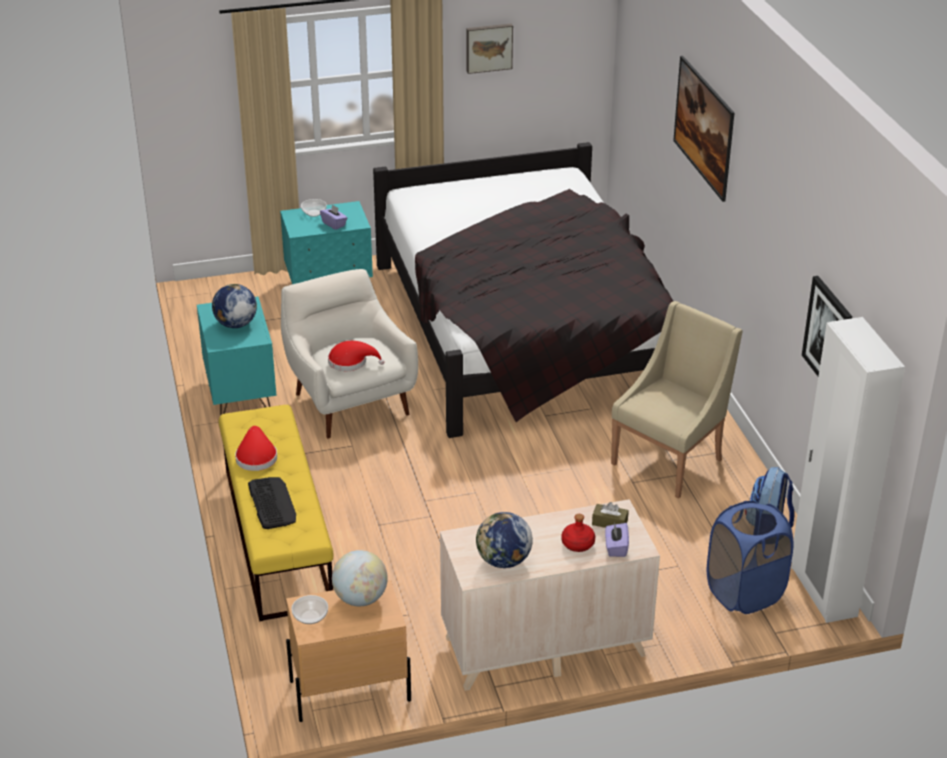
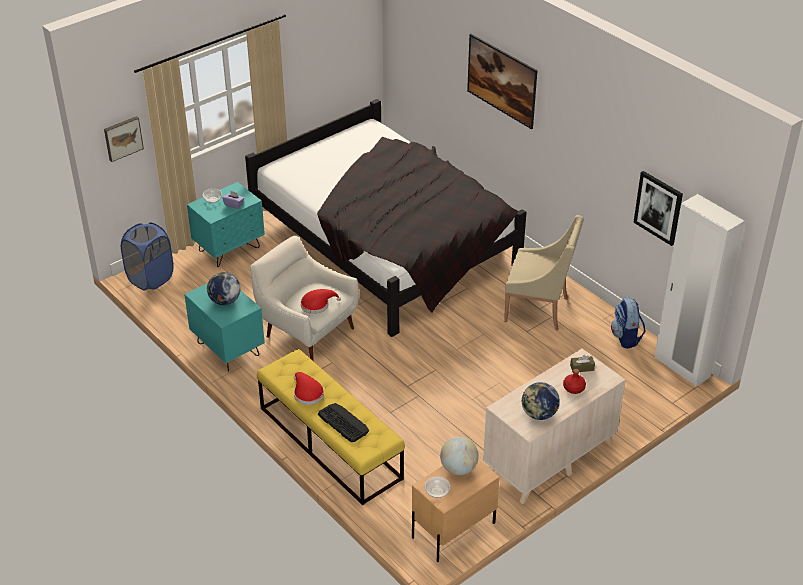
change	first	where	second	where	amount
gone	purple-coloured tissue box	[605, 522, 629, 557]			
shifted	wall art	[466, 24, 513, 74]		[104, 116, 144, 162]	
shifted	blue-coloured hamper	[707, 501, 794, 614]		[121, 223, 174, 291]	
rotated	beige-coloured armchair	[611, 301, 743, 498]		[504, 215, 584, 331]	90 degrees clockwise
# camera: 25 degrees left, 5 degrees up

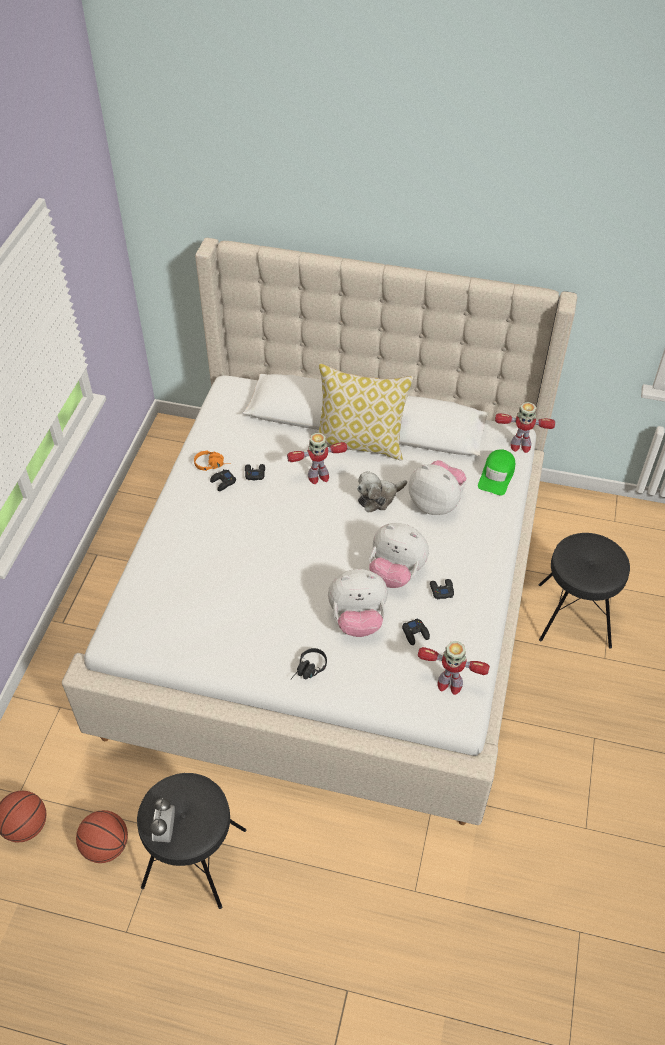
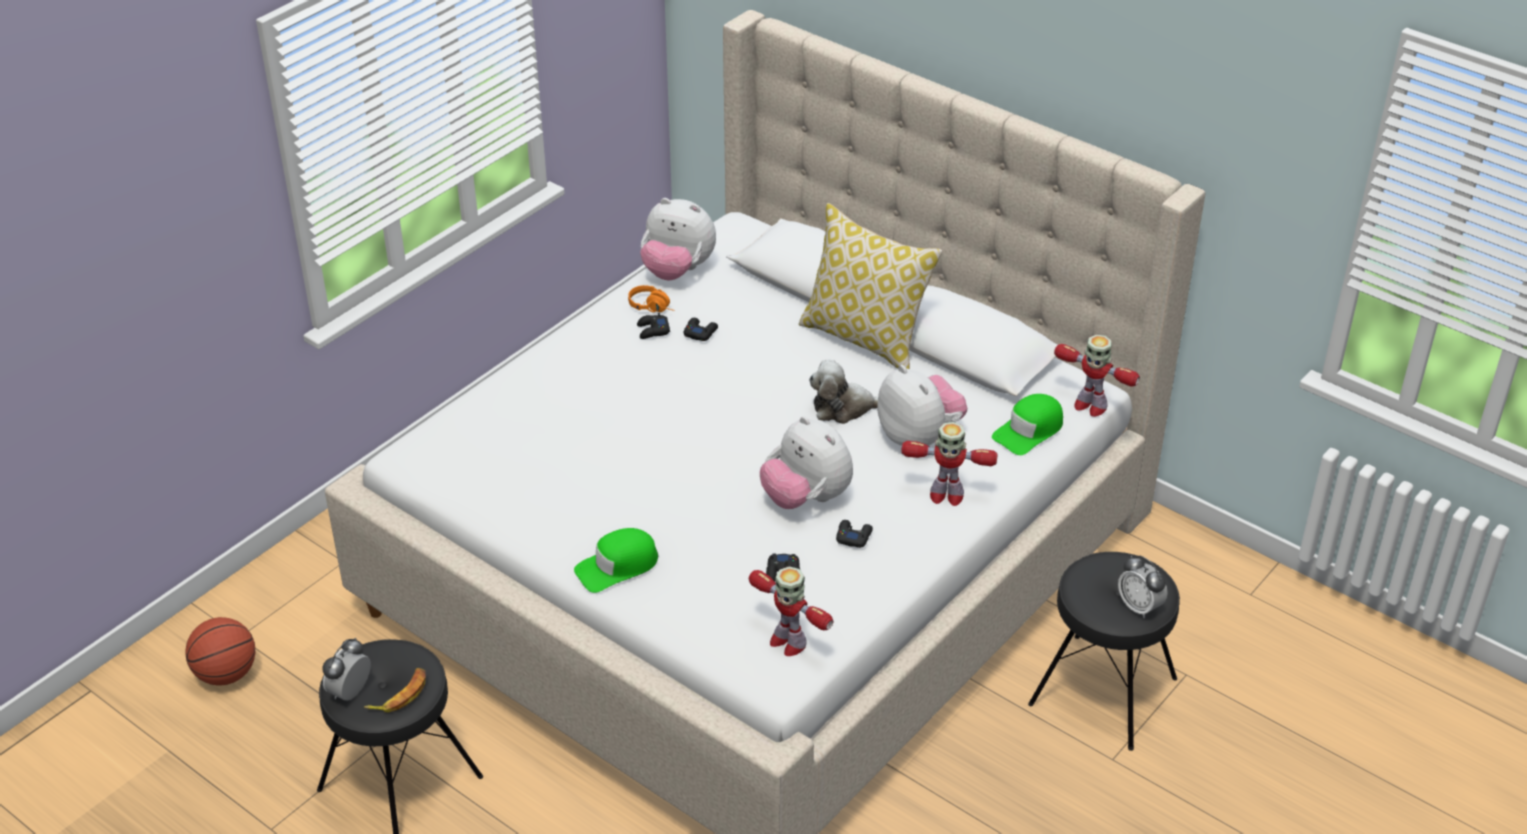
change	first	where	second	where	amount
gone	basketball	[76, 810, 128, 863]			
new			banana fruit	[364, 668, 426, 712]	
new			alarm clock	[1118, 556, 1168, 618]	
shifted	model robot	[287, 433, 347, 484]		[901, 422, 998, 506]	
shifted	plush toy	[328, 569, 388, 637]		[640, 198, 716, 280]	
swapped	black-coloured headset	[291, 648, 327, 680]	greenish baseball cap	[574, 528, 658, 593]	
# camera: 25 degrees right, 10 degrees down

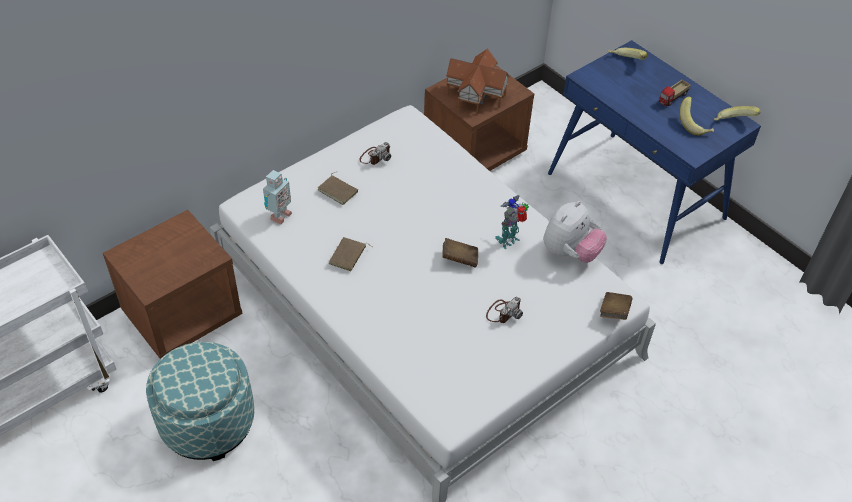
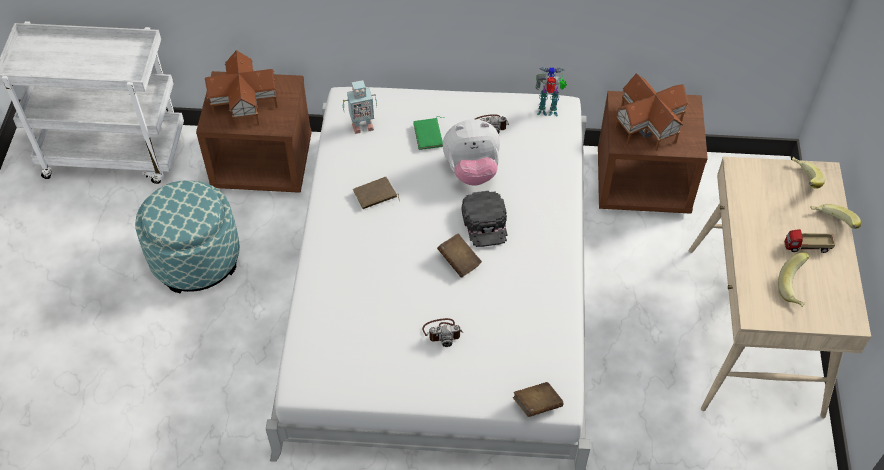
change	first	where	second	where	amount
new			model house	[205, 50, 278, 128]	
new			black-coloured baseball cap	[462, 191, 507, 247]	
shifted	model robot	[495, 195, 529, 249]		[536, 67, 567, 116]	
shifted	plush toy	[543, 201, 607, 263]		[443, 119, 500, 186]	
shifted	banana fruit	[714, 106, 761, 121]		[810, 204, 861, 229]	
repainted	brown-coloured volume	[318, 171, 358, 205]	greenish volume	[413, 116, 444, 150]	
repainted	blue-coloured desk	[548, 40, 761, 264]	beige-coloured desk	[689, 157, 871, 418]	
# camera: 45 degrees right, 5 degrees up

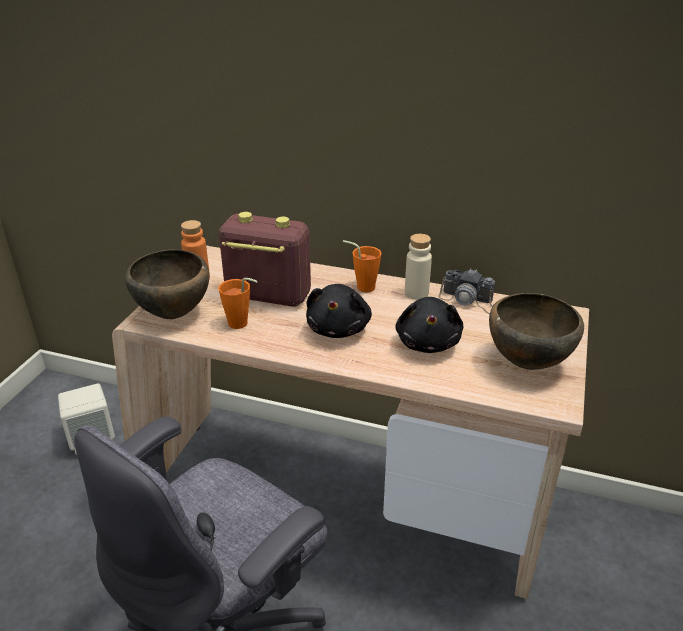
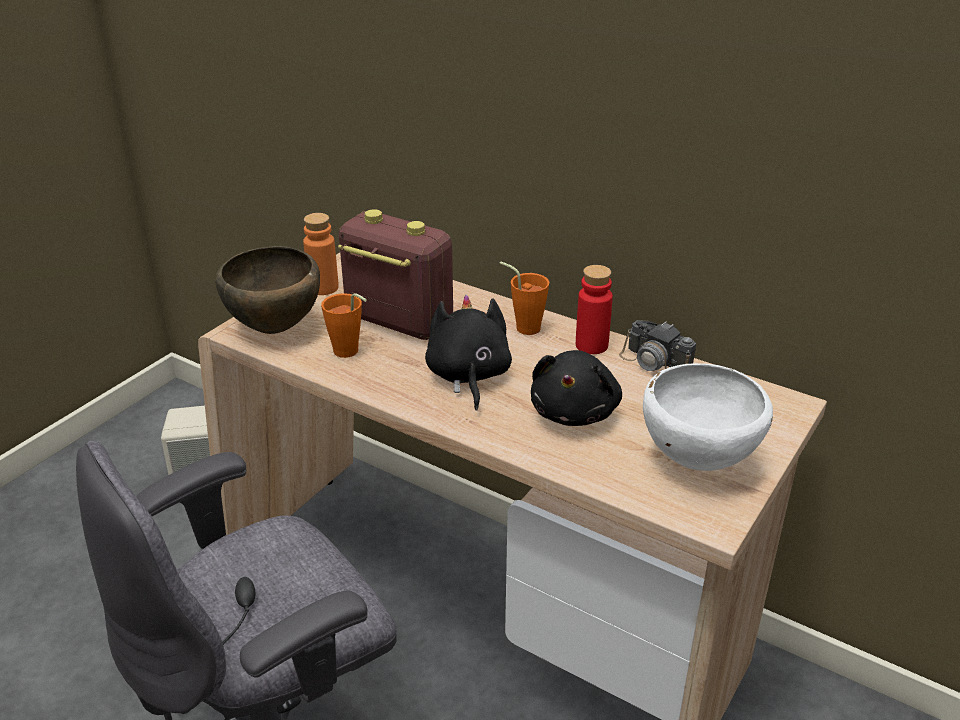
change	first	where	second	where	amount
repainted	beige-coloured bottle	[405, 234, 432, 300]	red bottle	[576, 265, 613, 354]	
repainted	brown-coloured serving bowl	[489, 293, 584, 370]	white serving bowl	[643, 363, 773, 471]	
rotated	black-coloured plush toy	[306, 284, 372, 338]		[425, 295, 512, 410]	150 degrees clockwise
# camera: 15 degrees right, 0 degrees up

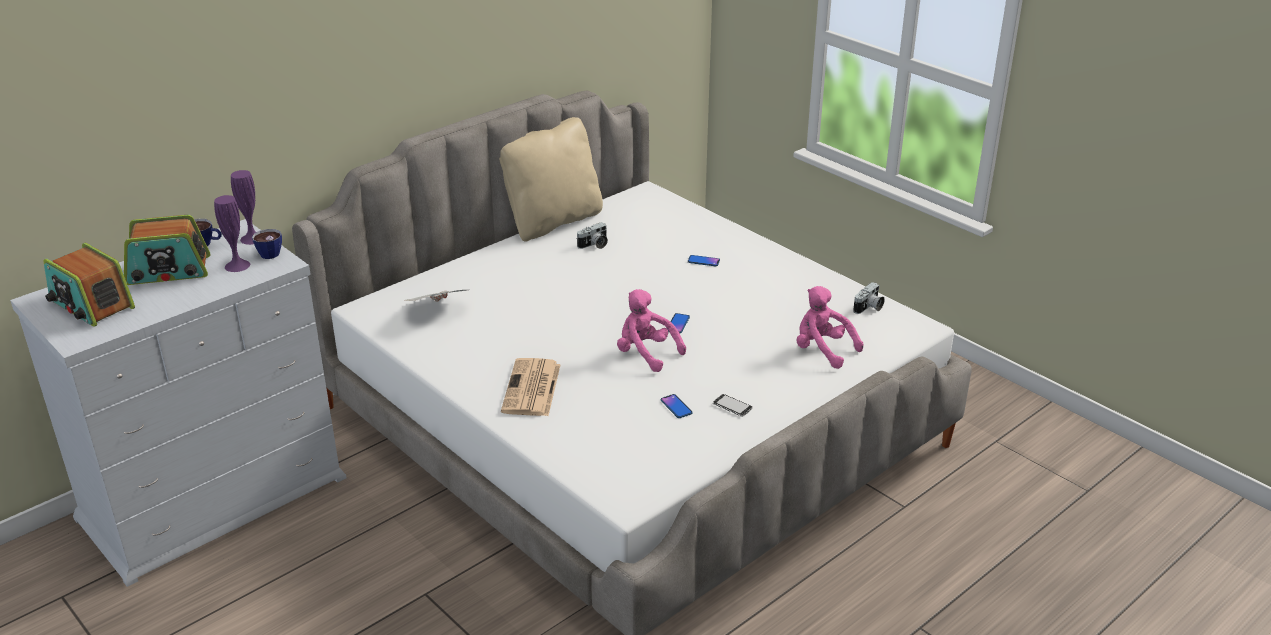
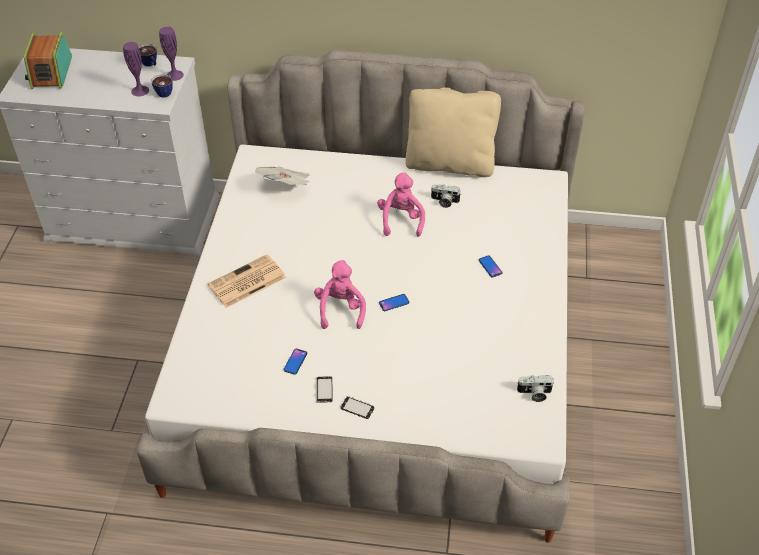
change	first	where	second	where	amount
gone	radio	[124, 215, 211, 285]			
new			phone	[341, 396, 375, 419]	
shifted	pink-coloured plush toy	[796, 286, 864, 369]		[377, 172, 425, 237]	
# camera: 50 degrees right, 15 degrees up

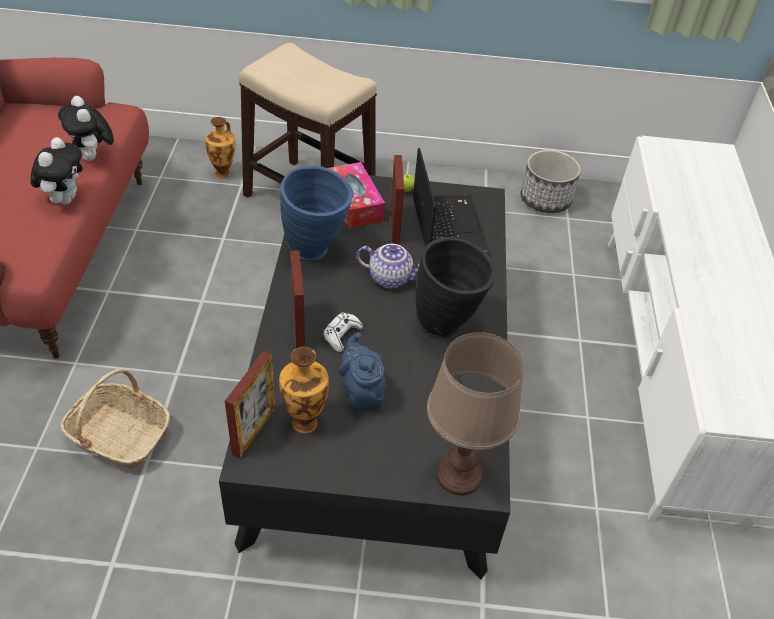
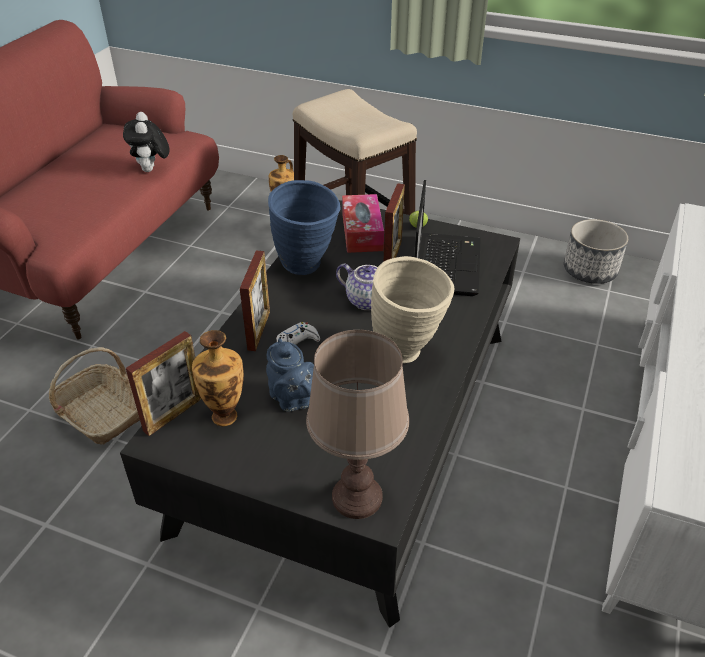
change	first	where	second	where	amount
gone	plush toy	[31, 137, 83, 204]			
repainted	black-coloured decorative vase	[416, 237, 496, 338]	beige-coloured decorative vase	[371, 256, 454, 363]	
rotated	blue-coloured teapot	[338, 333, 385, 412]		[266, 338, 314, 412]	150 degrees clockwise
# camera: 20 degrees right, 5 degrees down

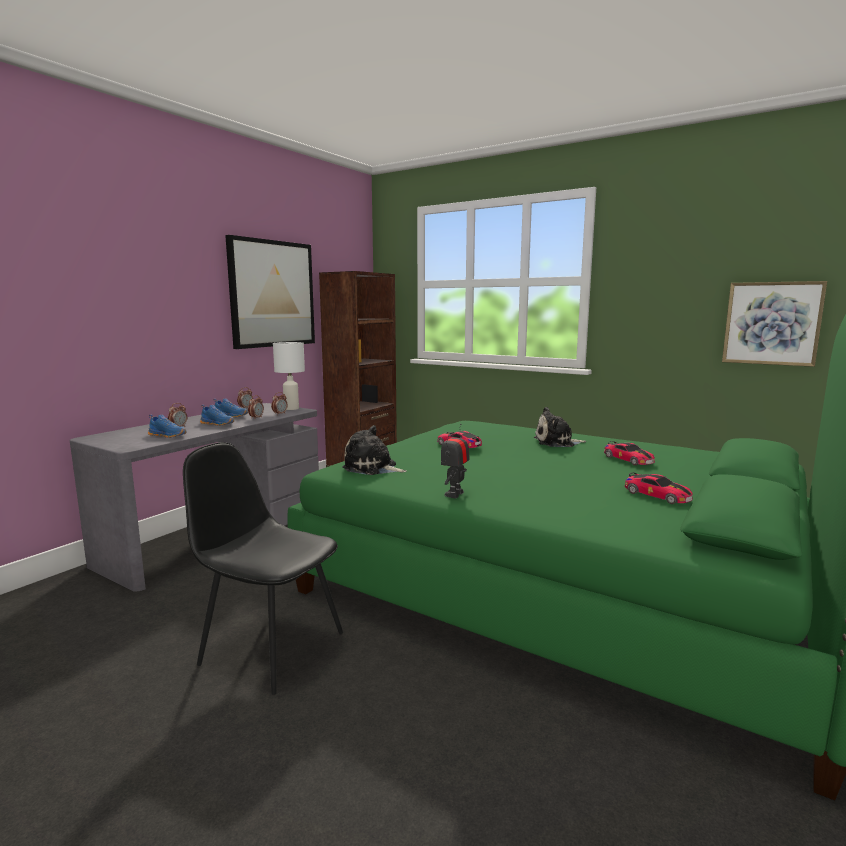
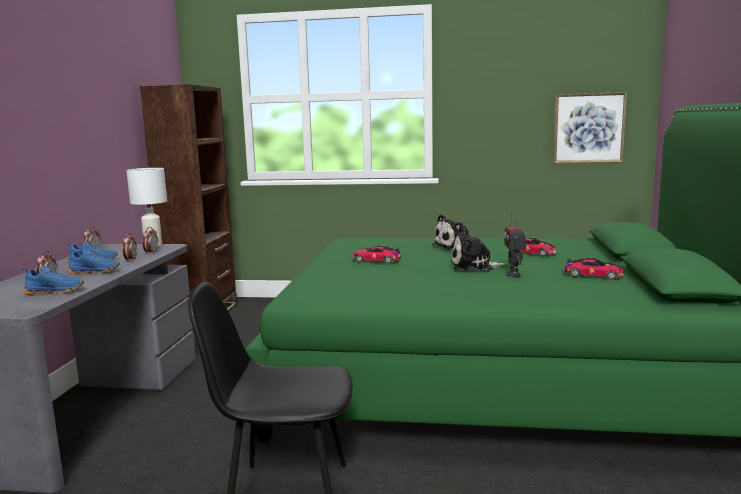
change	first	where	second	where	amount
gone	wall art	[225, 235, 315, 349]			
shifted	plush toy	[343, 425, 407, 475]		[451, 227, 508, 271]	
shifted	model robot	[441, 424, 470, 498]		[504, 215, 526, 277]	
# camera: 25 degrees left, 0 degrees up

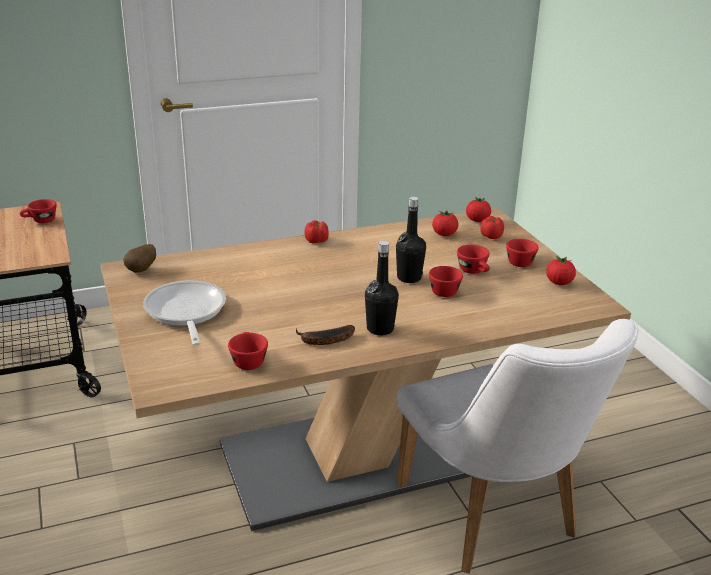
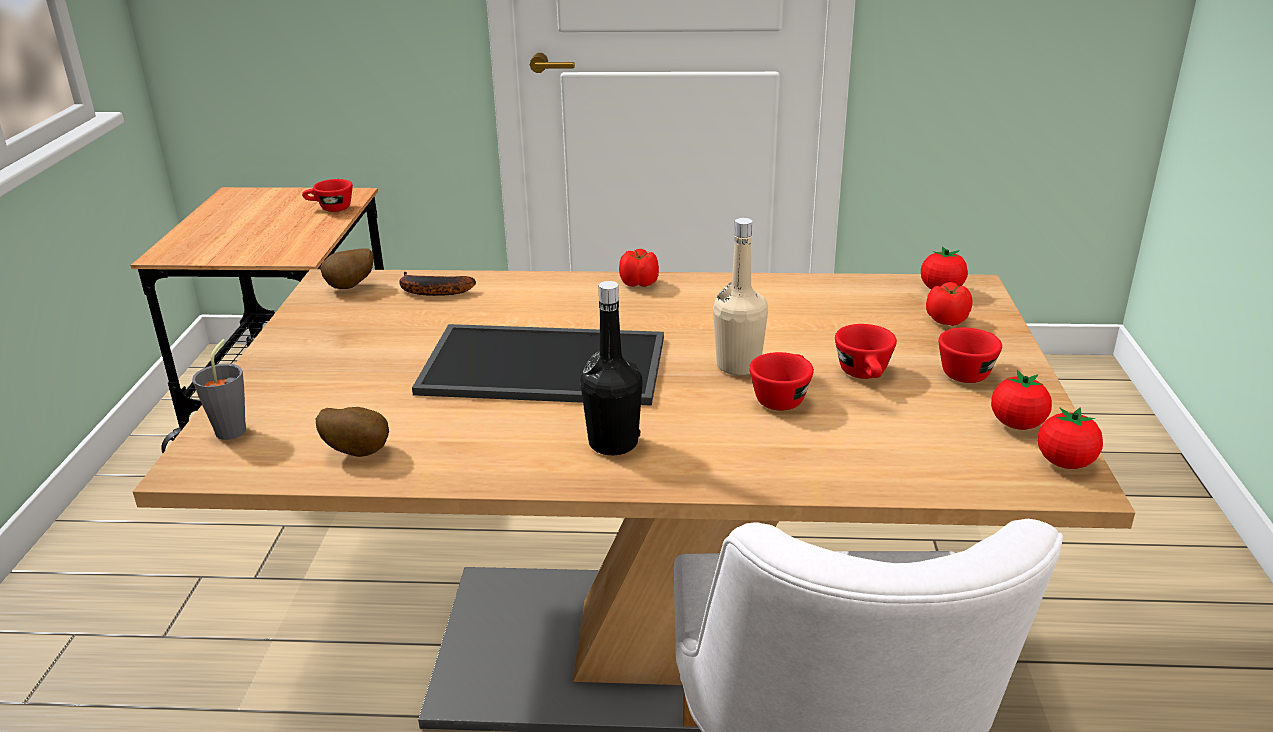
change	first	where	second	where	amount
gone	pan	[143, 280, 226, 346]			
new			greyish small cup	[192, 339, 246, 440]	
new			carrying tray	[412, 324, 664, 406]	
shifted	banana fruit	[296, 325, 355, 345]		[399, 272, 476, 296]	
shifted	fresh tomato	[432, 210, 458, 236]		[1038, 408, 1103, 469]	
swapped	red small cup	[228, 332, 268, 370]	spud	[316, 407, 389, 457]	
repainted	black-coloured bottle	[396, 197, 426, 283]	beige-coloured bottle	[713, 218, 768, 375]	
# camera: 25 degrees right, 0 degrees up

